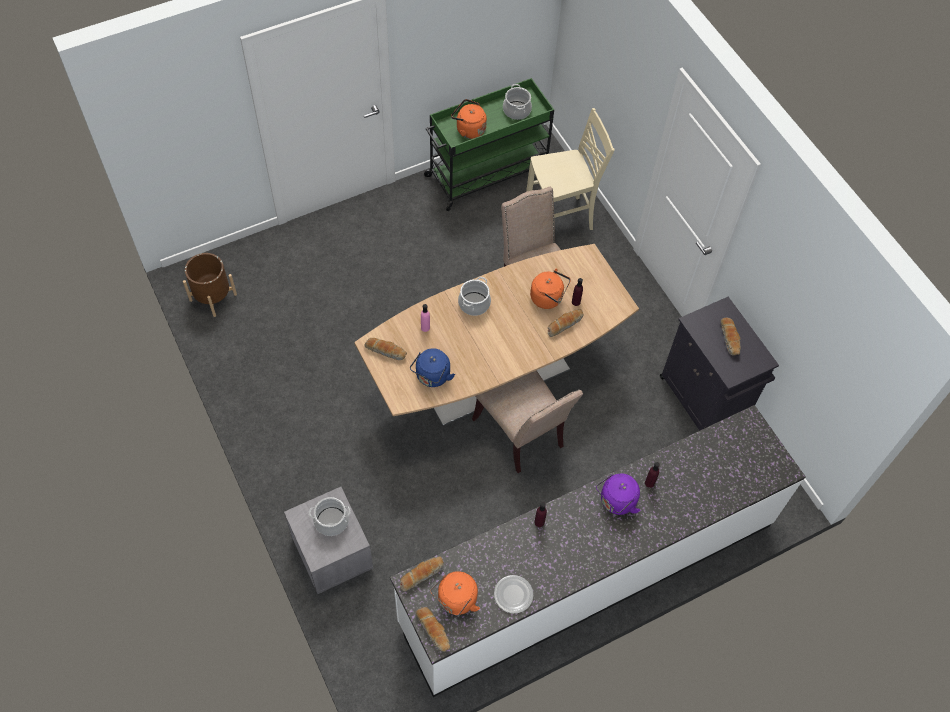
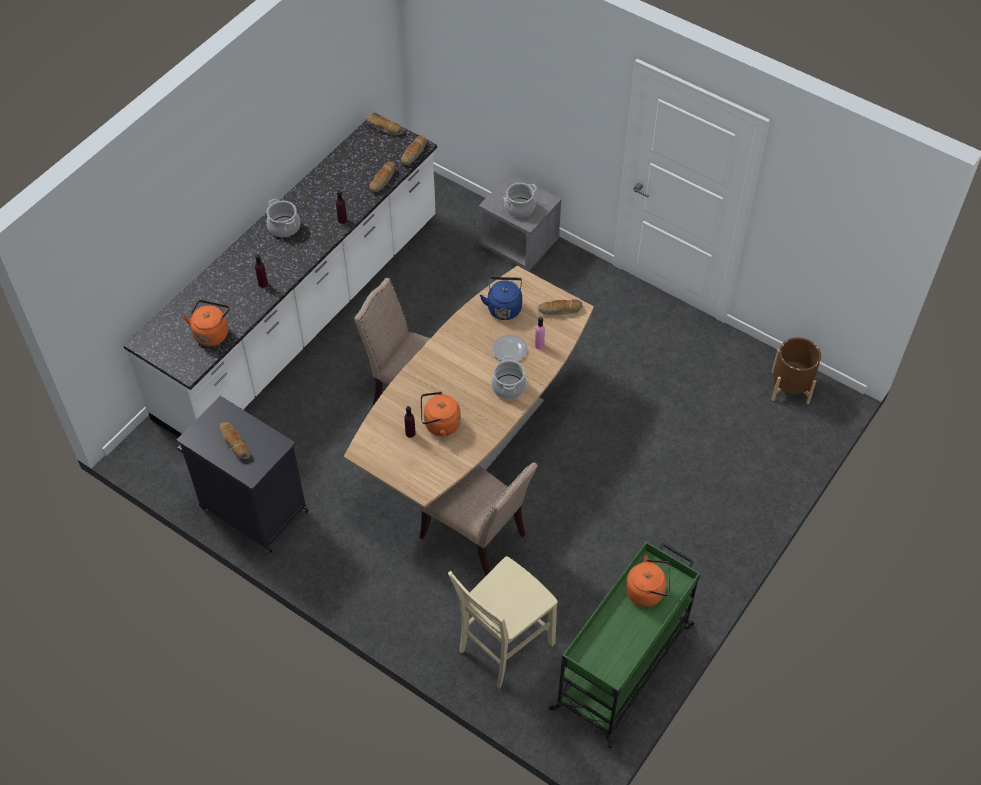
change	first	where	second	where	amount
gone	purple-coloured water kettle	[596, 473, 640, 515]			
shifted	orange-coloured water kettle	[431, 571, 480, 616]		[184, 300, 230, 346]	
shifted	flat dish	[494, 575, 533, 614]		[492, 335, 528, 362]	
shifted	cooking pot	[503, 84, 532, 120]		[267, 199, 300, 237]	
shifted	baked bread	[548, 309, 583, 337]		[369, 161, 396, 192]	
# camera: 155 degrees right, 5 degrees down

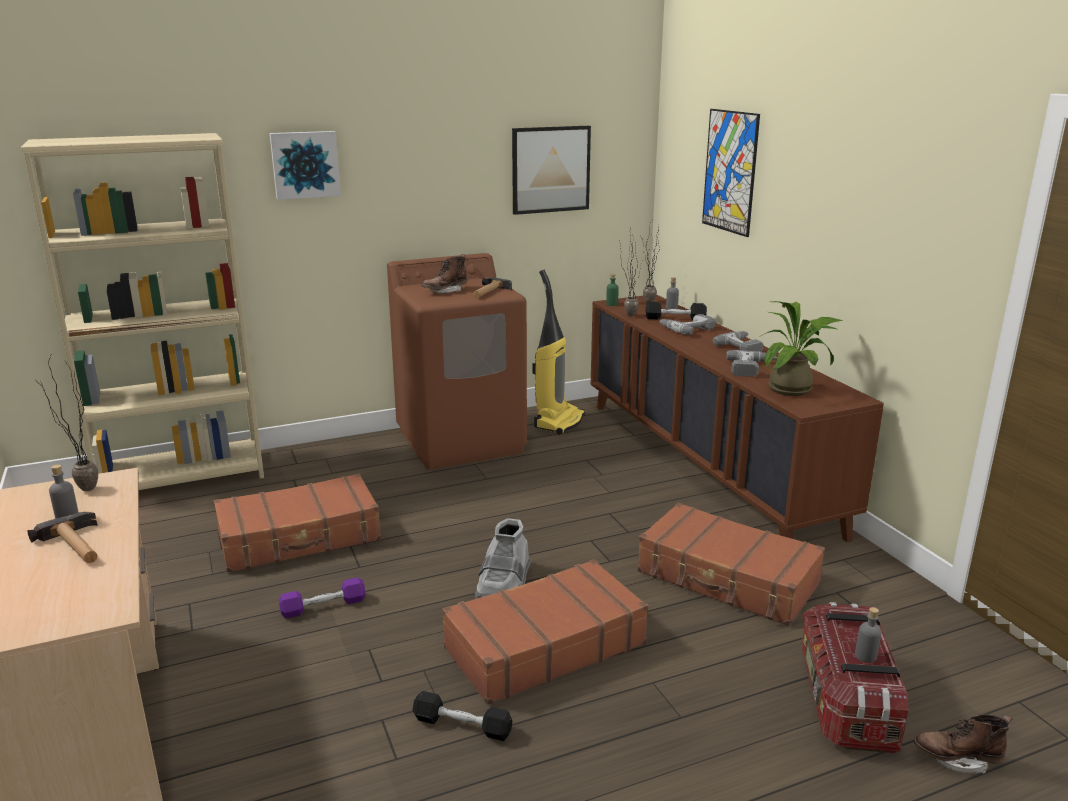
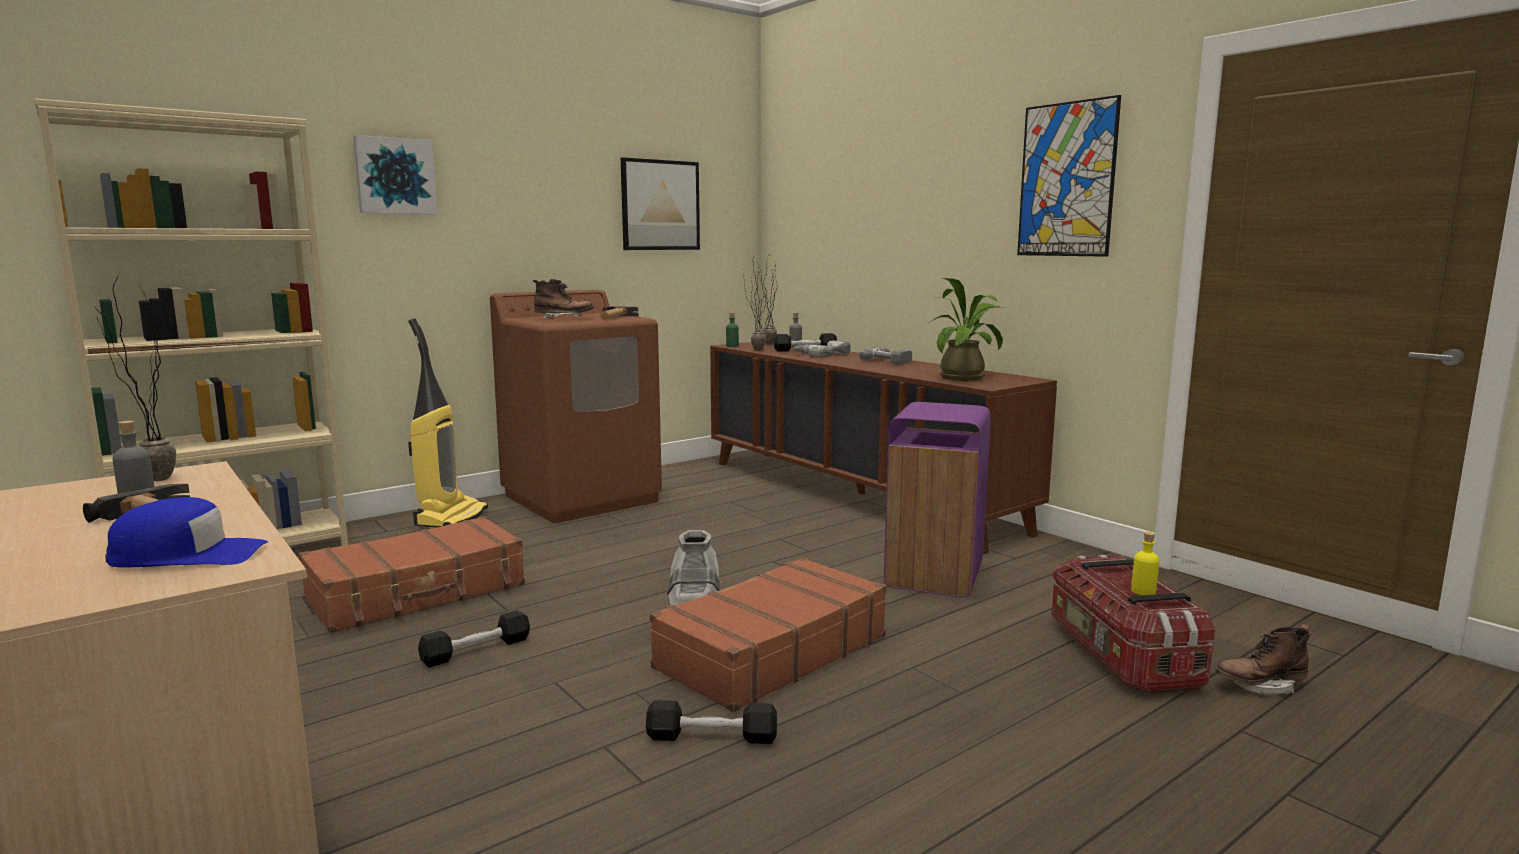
change	first	where	second	where	amount
gone	electric drill	[726, 350, 777, 377]			
new			blue-coloured baseball cap	[105, 497, 268, 568]	
shifted	hoover	[533, 270, 585, 435]		[408, 318, 488, 528]	
shifted	wall art	[702, 109, 760, 237]		[1017, 95, 1121, 257]	
swapped	brown-coloured piece of luggage	[637, 503, 825, 626]	purple-coloured rubbish bin	[884, 402, 991, 597]	
repainted	purple-coloured hand weight	[279, 577, 366, 619]	black-coloured hand weight	[418, 610, 530, 667]	
repainted	greyish bottle	[855, 607, 882, 663]	yellow-coloured bottle	[1131, 532, 1159, 595]	
rotated	brown-coloured tall boot	[421, 254, 467, 294]		[533, 279, 594, 319]	135 degrees counterclockwise
# camera: 15 degrees left, 10 degrees down

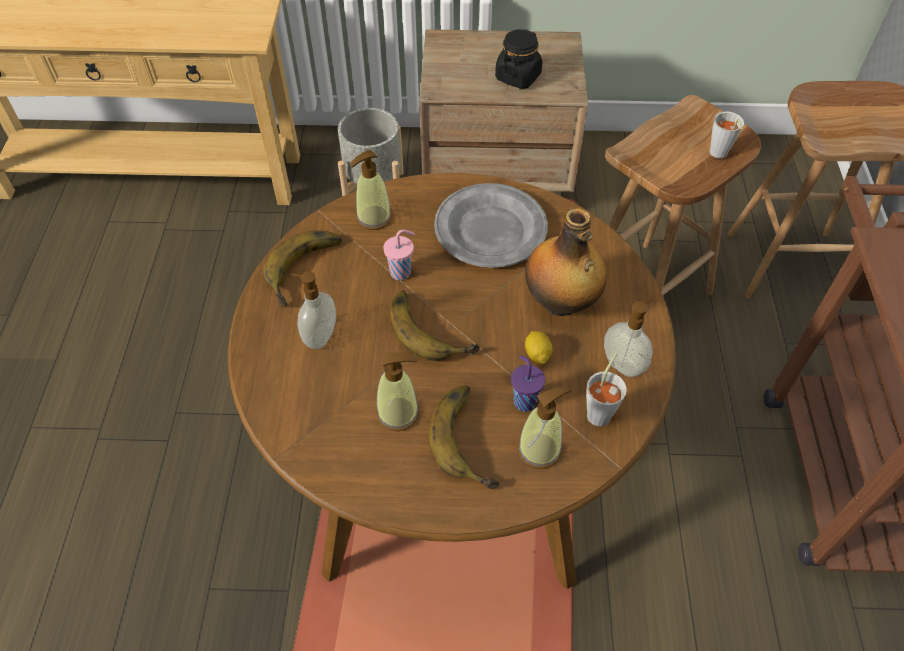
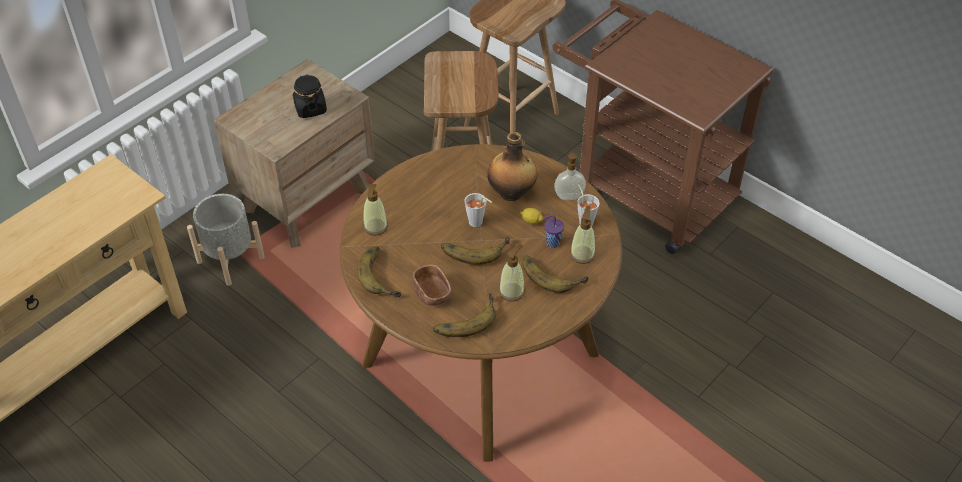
change	first	where	second	where	amount
gone	pink-coloured small cup	[383, 229, 415, 280]			
gone	greyish flat dish	[434, 183, 548, 268]			
new			banana fruit	[433, 293, 496, 337]	
shifted	greyish small cup	[710, 112, 744, 158]		[464, 193, 492, 227]	
swapped	soap dispenser	[291, 271, 336, 349]	brown-coloured serving bowl	[413, 264, 451, 306]	
# camera: 50 degrees left, 5 degrees down

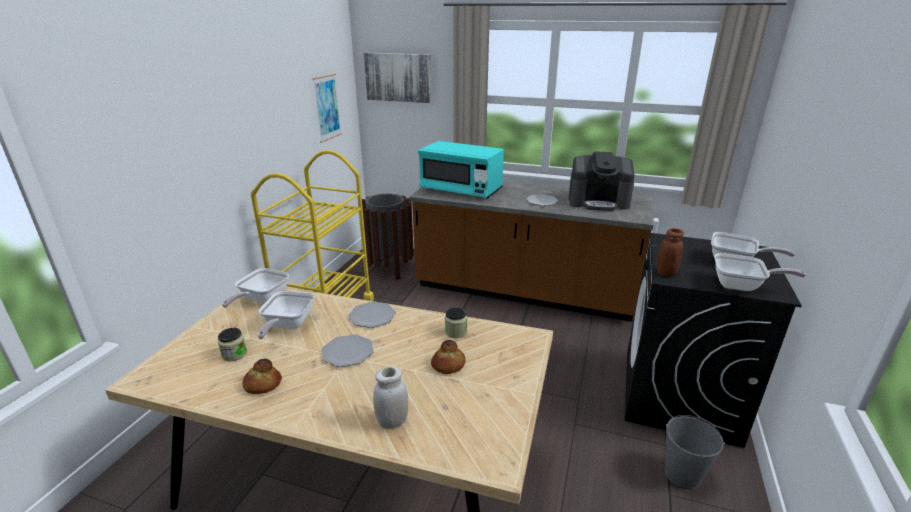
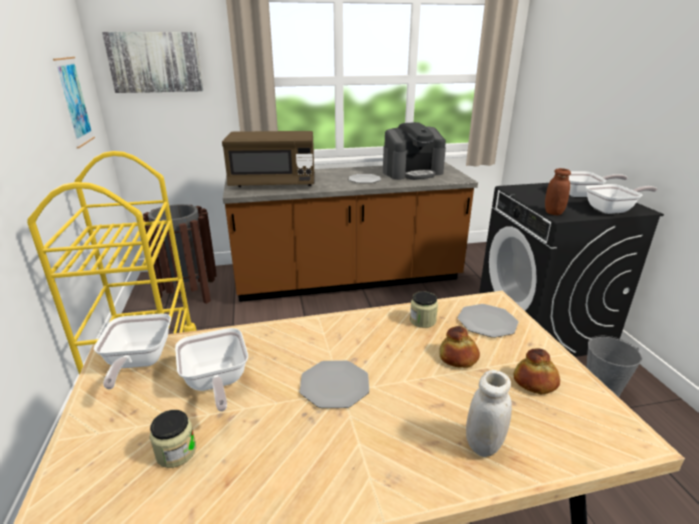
change	first	where	second	where	amount
shifted	baked bread	[242, 358, 282, 394]		[513, 348, 560, 394]	
shifted	flat dish	[348, 302, 396, 328]		[458, 304, 518, 338]	
repainted	turquoise kitchen microwave	[418, 141, 504, 198]	brown-coloured kitchen microwave	[222, 131, 315, 187]	
# camera: 30 degrees left, 0 degrees up

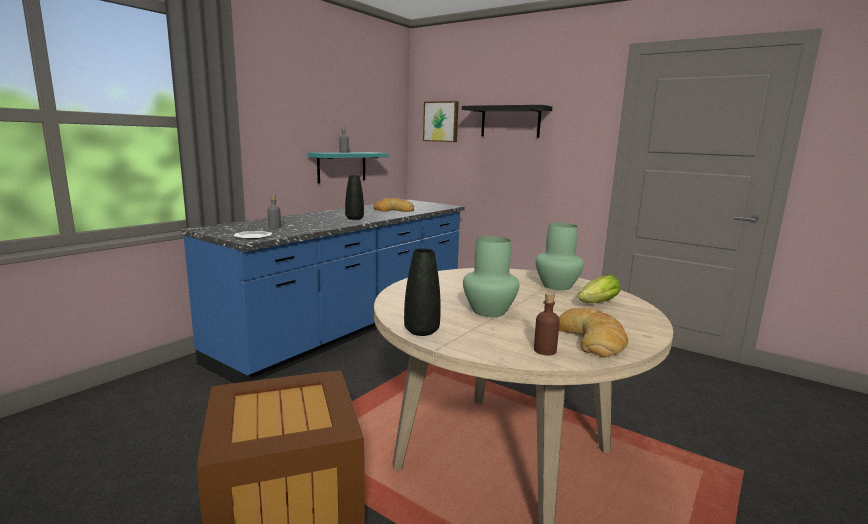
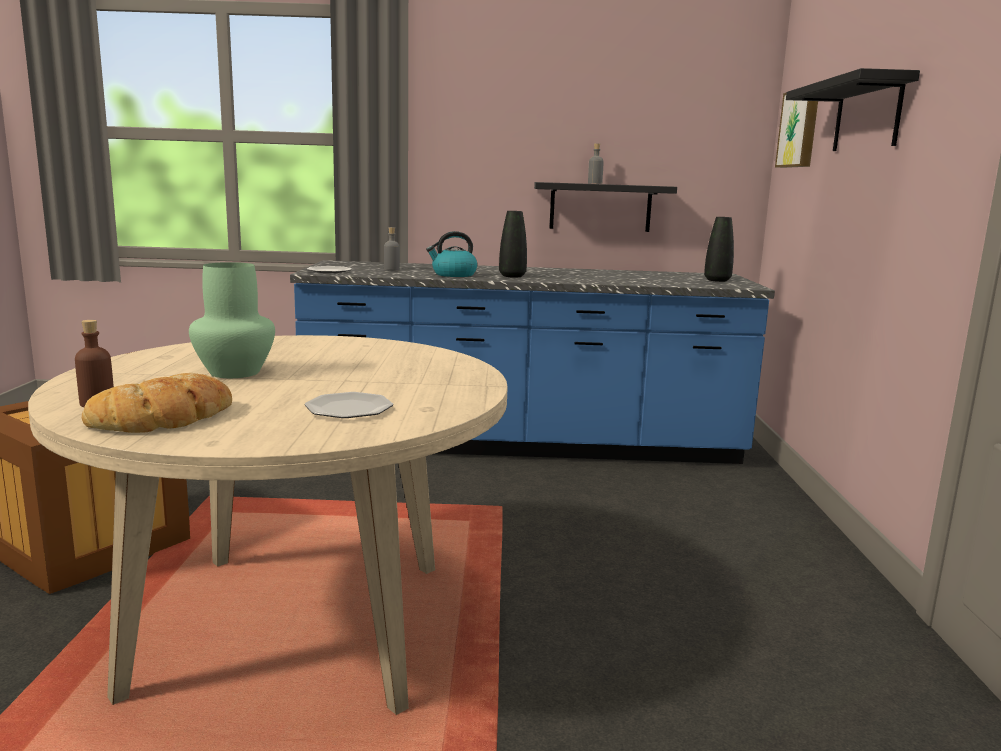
change	first	where	second	where	amount
gone	baked bread	[373, 198, 414, 212]			
gone	greenish decorative vase	[536, 223, 584, 290]			
new			water kettle	[426, 231, 478, 277]	
shifted	black-coloured decorative vase	[404, 248, 441, 336]		[704, 217, 734, 282]	
swapped	head of lettuce	[578, 275, 621, 303]	flat dish	[305, 392, 393, 418]	
repainted	turquoise bracket shelf	[308, 152, 389, 184]	black-coloured bracket shelf	[534, 182, 677, 232]	
# camera: 55 degrees right, 0 degrees up

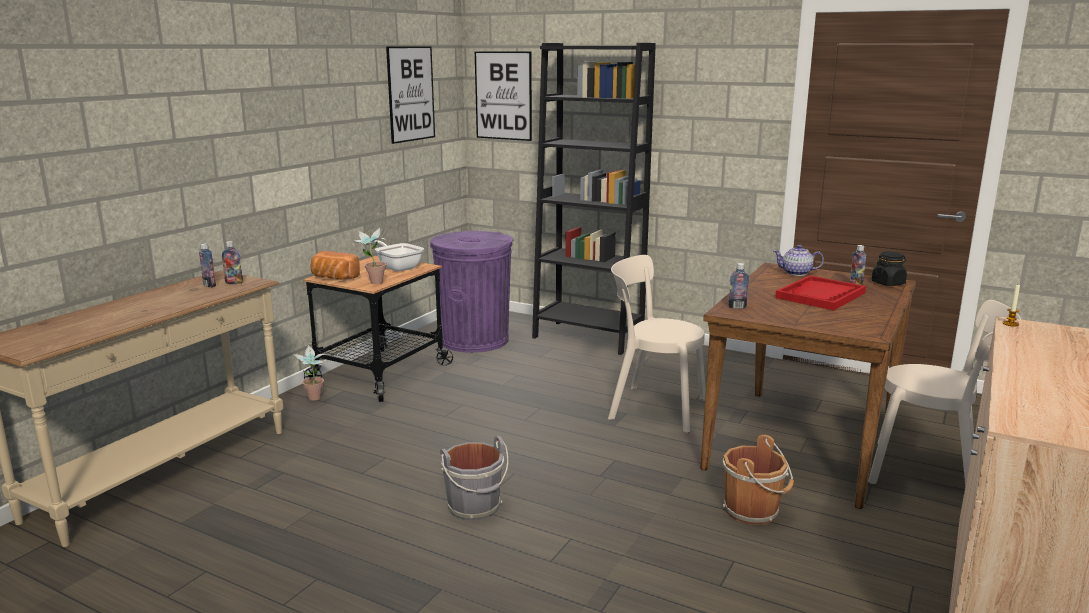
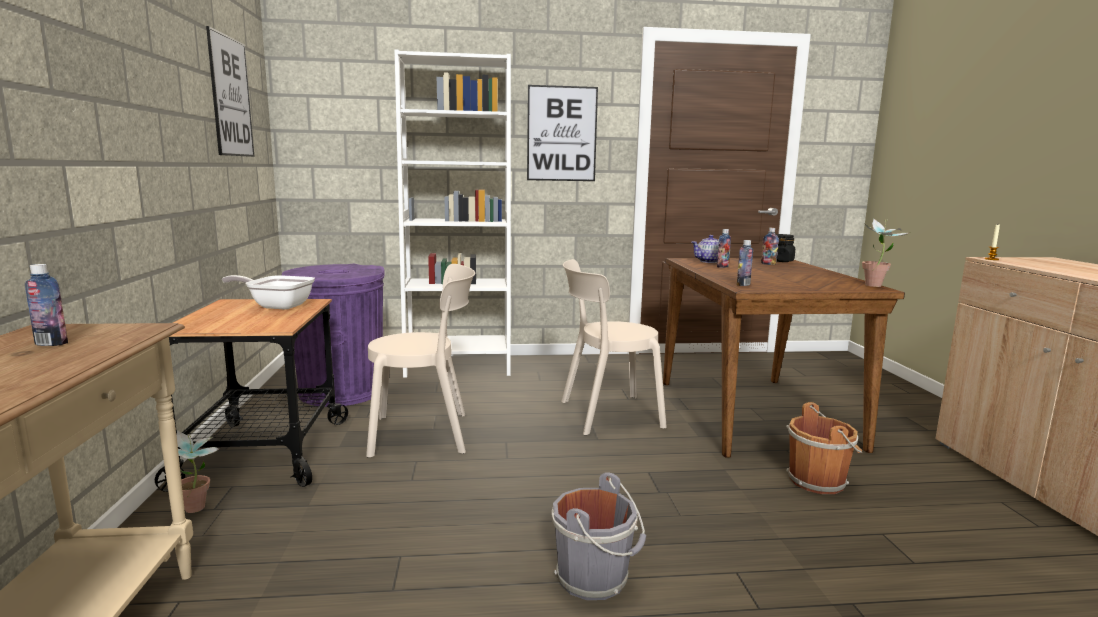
change	first	where	second	where	amount
gone	baked bread	[310, 251, 360, 280]			
gone	red carrying tray	[775, 275, 866, 310]			
shifted	bottle	[222, 241, 243, 284]		[717, 229, 731, 268]	
shifted	plant in a pot	[353, 228, 387, 284]		[862, 219, 909, 287]	
shifted	wall art	[475, 51, 532, 141]		[527, 85, 598, 181]	
shifted	beige-coloured upright chair	[868, 300, 1021, 486]		[366, 264, 475, 457]	
repainted	black-coloured bookcase	[532, 43, 656, 355]	white bookcase	[395, 50, 511, 378]	
# camera: 35 degrees left, 5 degrees down

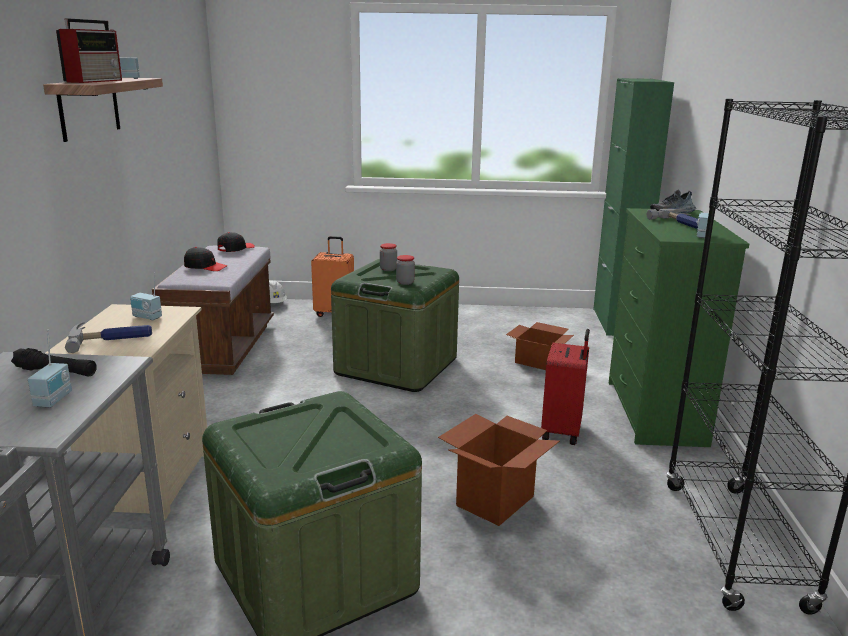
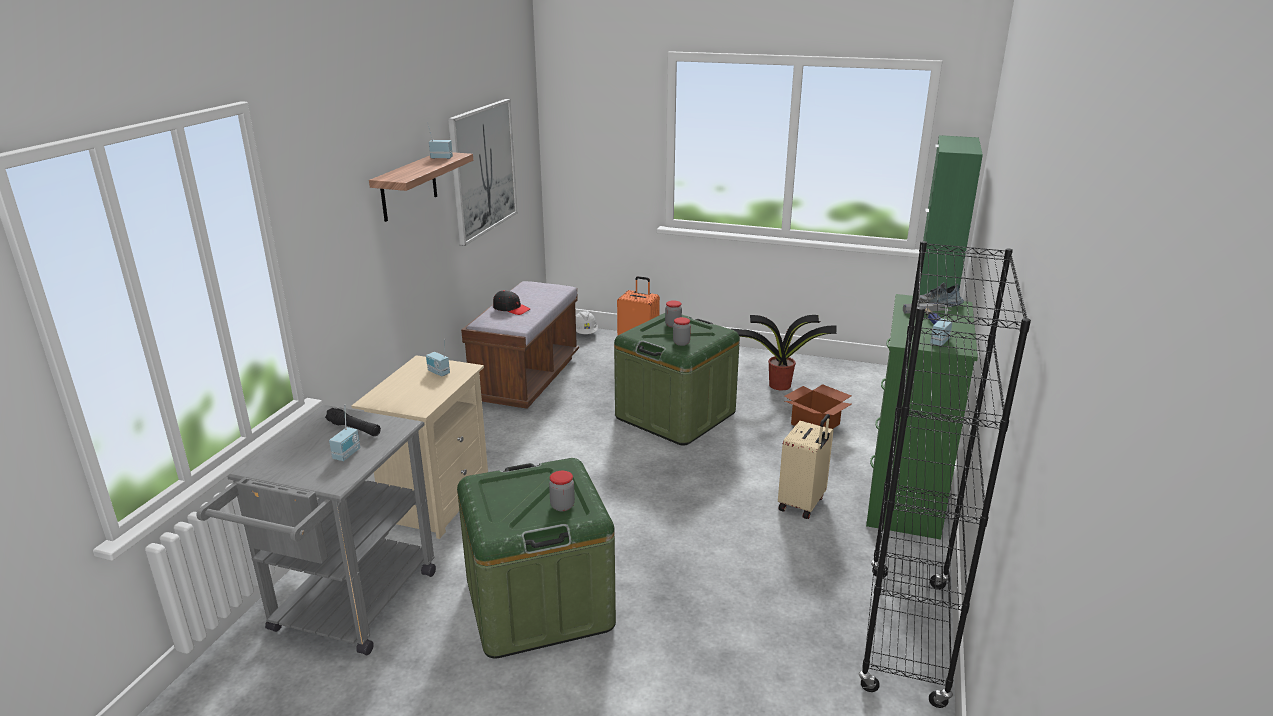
change	first	where	second	where	amount
gone	radio	[56, 18, 122, 83]			
gone	tool hammer	[65, 322, 152, 353]			
gone	black-coloured baseball cap	[218, 232, 255, 252]			
gone	cardboard box	[438, 414, 560, 526]			
new			wall art	[448, 99, 517, 246]	
new			jar	[549, 471, 575, 511]	
new			plant in a pot	[732, 315, 837, 390]	
repainted	red piece of luggage	[541, 329, 590, 445]	beige-coloured piece of luggage	[778, 414, 833, 519]	
# camera: 15 degrees right, 5 degrees up

